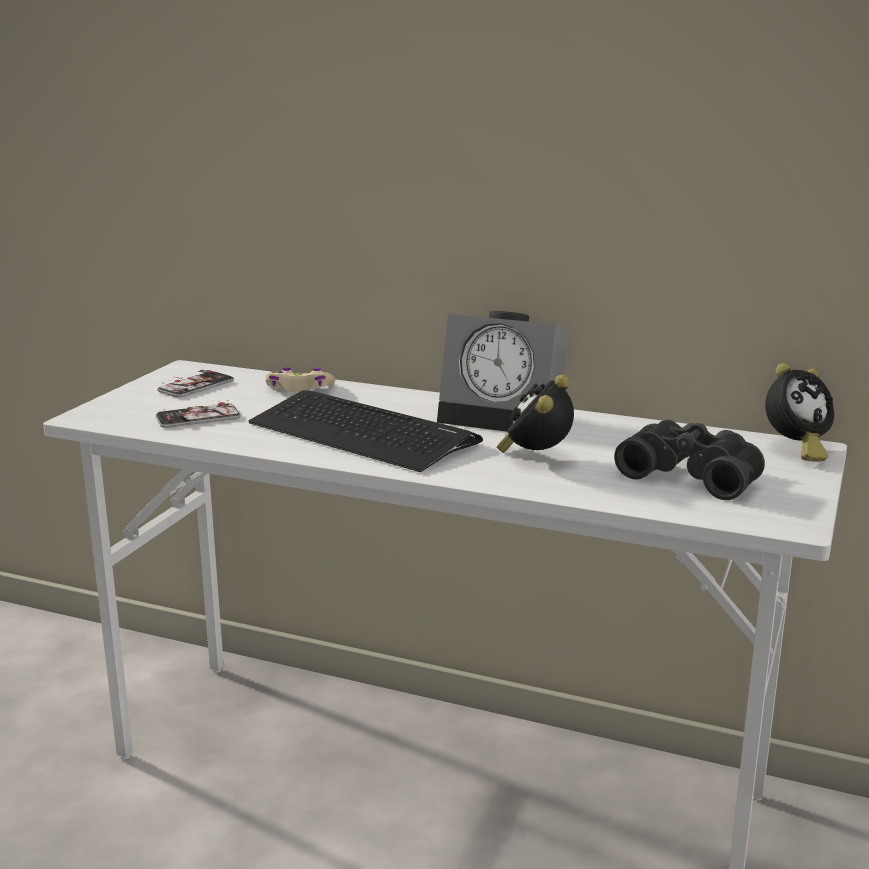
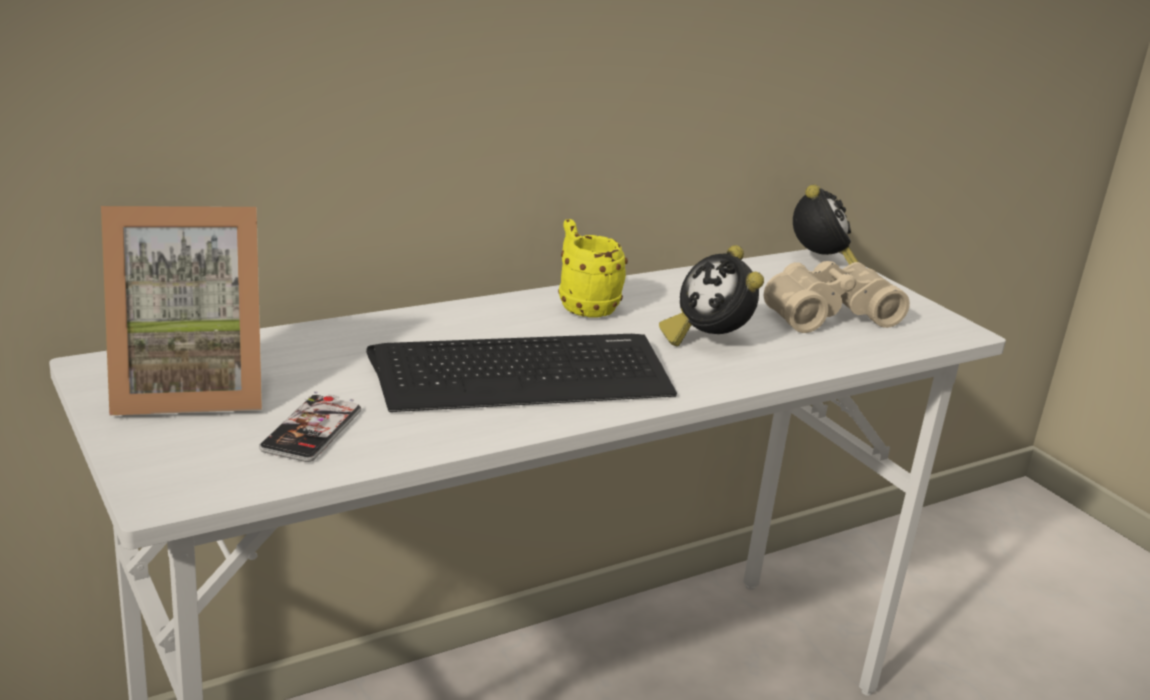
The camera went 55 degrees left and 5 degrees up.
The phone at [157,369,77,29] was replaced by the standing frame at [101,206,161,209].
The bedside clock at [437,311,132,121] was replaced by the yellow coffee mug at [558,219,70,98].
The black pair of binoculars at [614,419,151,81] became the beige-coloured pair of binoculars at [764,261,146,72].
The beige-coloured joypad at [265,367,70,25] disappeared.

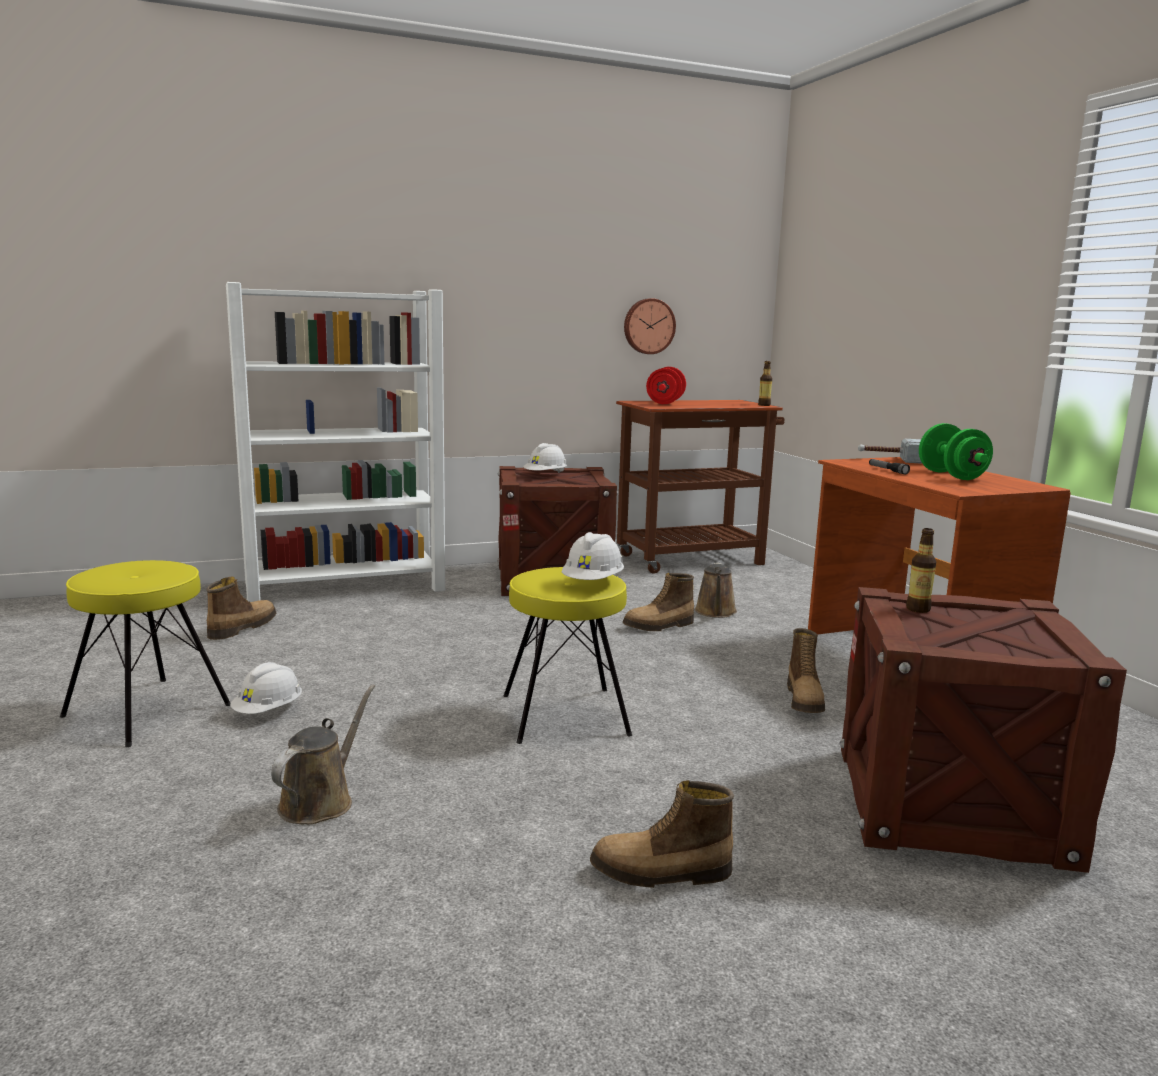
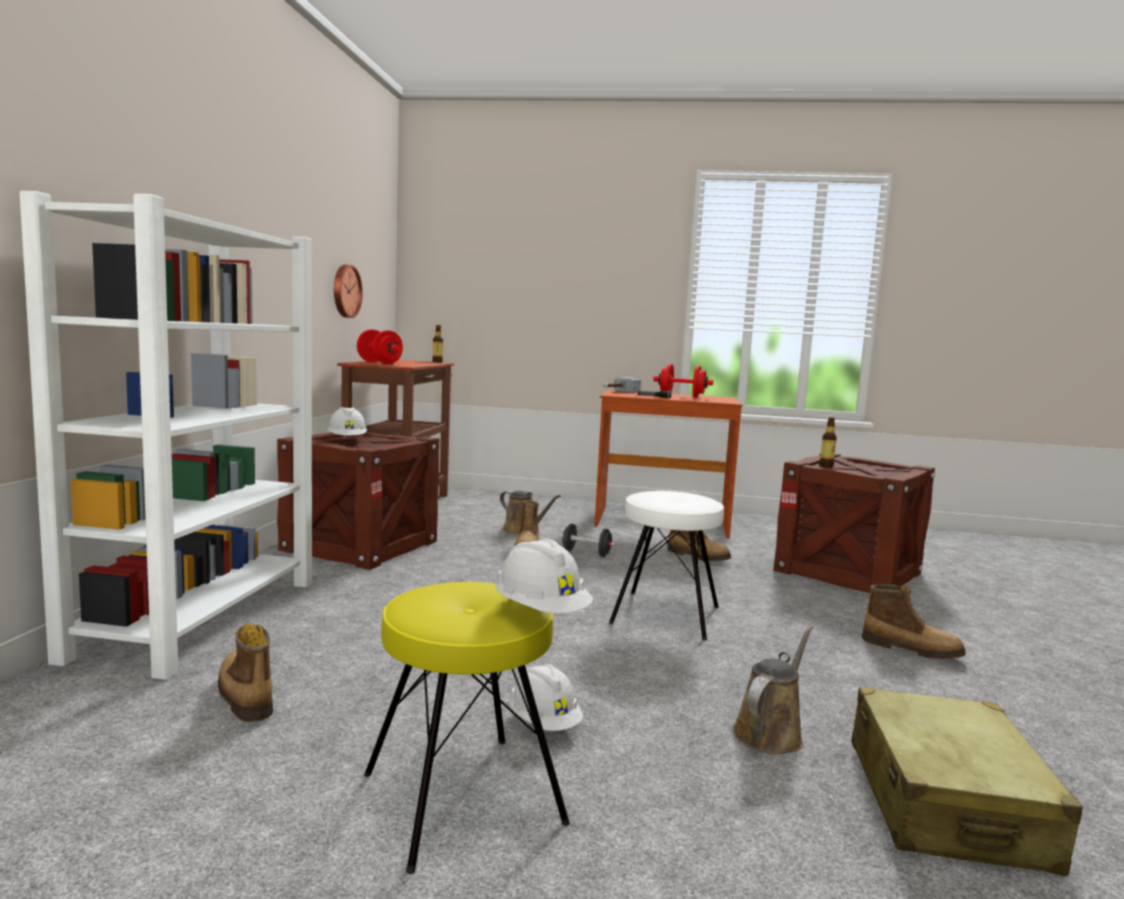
The camera went 60 degrees left and 5 degrees down.
The whitish safety helmet moved from [562,532,62,48] to [496,539,97,75].
The black free weight at [559,524,57,33] appeared.
The yellow sitting stool at [504,567,128,177] became the whitish sitting stool at [609,491,115,150].
The green free weight at [919,423,74,57] became the reddish free weight at [653,364,60,34].
The brownish watering can at [271,684,104,140] turned 75 degrees clockwise.
The beige-coloured travel case at [851,687,232,189] appeared.
The boot at [590,780,144,108] turned 90 degrees counterclockwise.

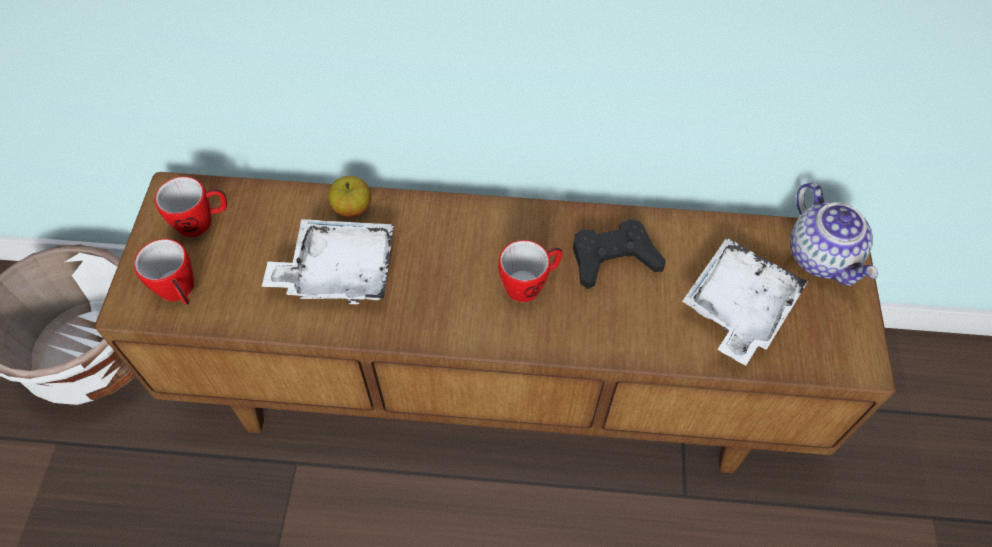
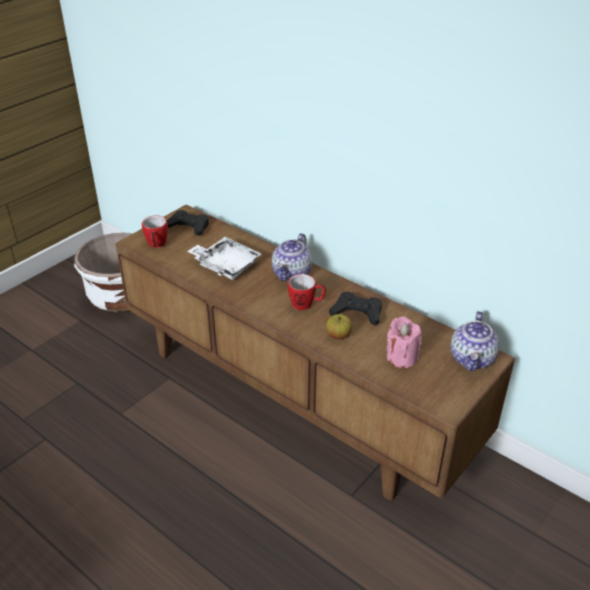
The camera went 35 degrees right and 20 degrees down.
The coffee mug at [155,176,72,61] was replaced by the black joypad at [167,210,42,26].
The teapot at [272,233,41,48] appeared.
The whole apple moved from [328,176,43,41] to [326,314,26,25].
The whitish tray at [682,238,128,128] was replaced by the pink wax light at [387,316,35,52].

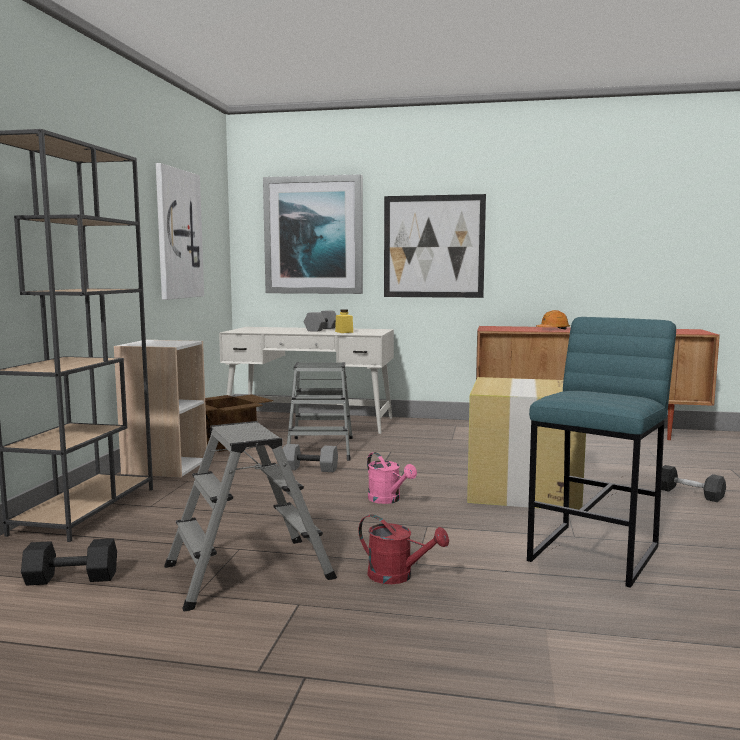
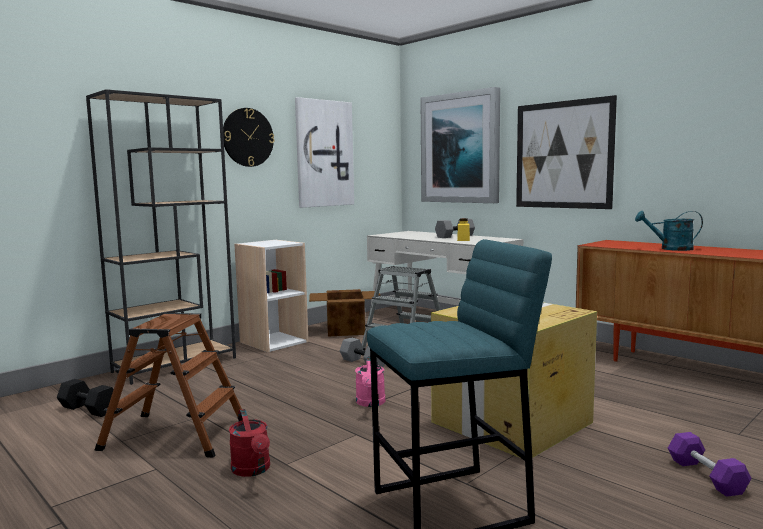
The camera went 35 degrees right and 0 degrees up.
The gray step stool at [164,421,173,190] became the brownish step stool at [95,313,147,145].
The hanging clock at [223,108,51,59] appeared.
The orangey safety helmet at [536,310,34,20] was replaced by the turquoise-coloured watering can at [635,211,68,40].
The gray free weight at [661,465,65,37] became the purplish free weight at [668,432,84,65].

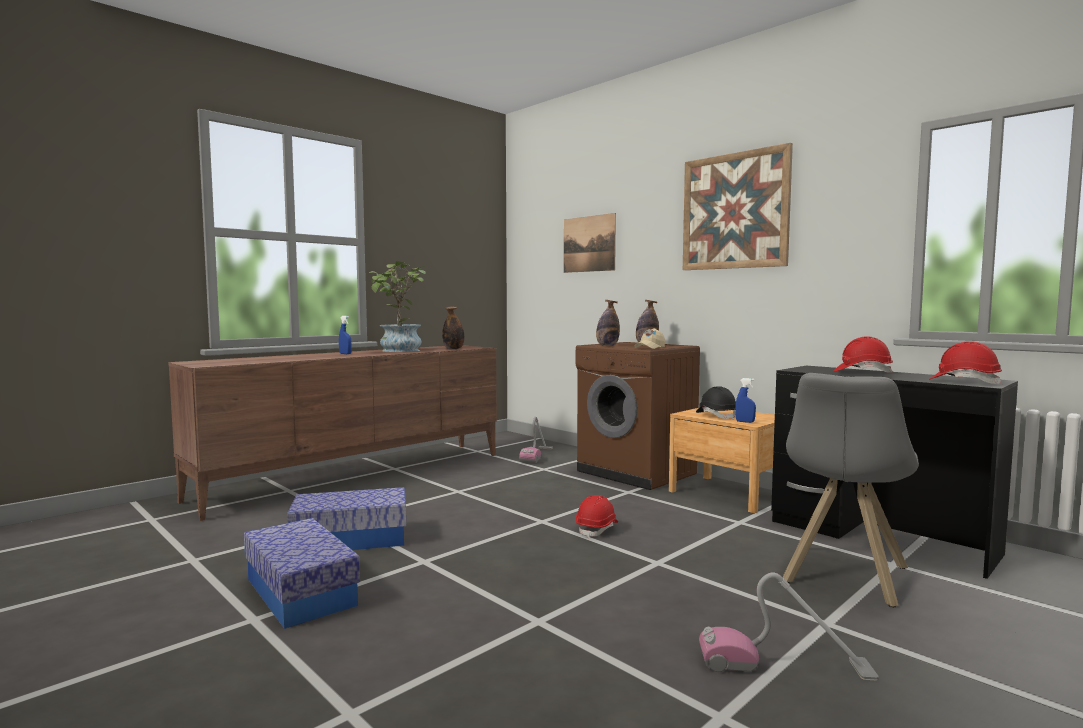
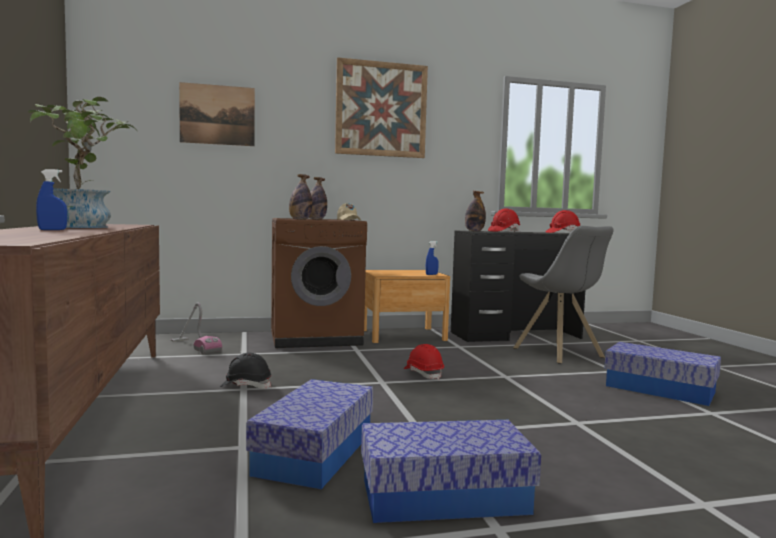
The camera went 60 degrees left and 0 degrees up.
The black safety helmet moved from [696,386,40,34] to [220,353,51,36].
The beverage bottle moved from [442,307,22,43] to [465,190,21,41].
The vacuum at [699,572,180,108] was replaced by the storage box at [604,342,117,64].

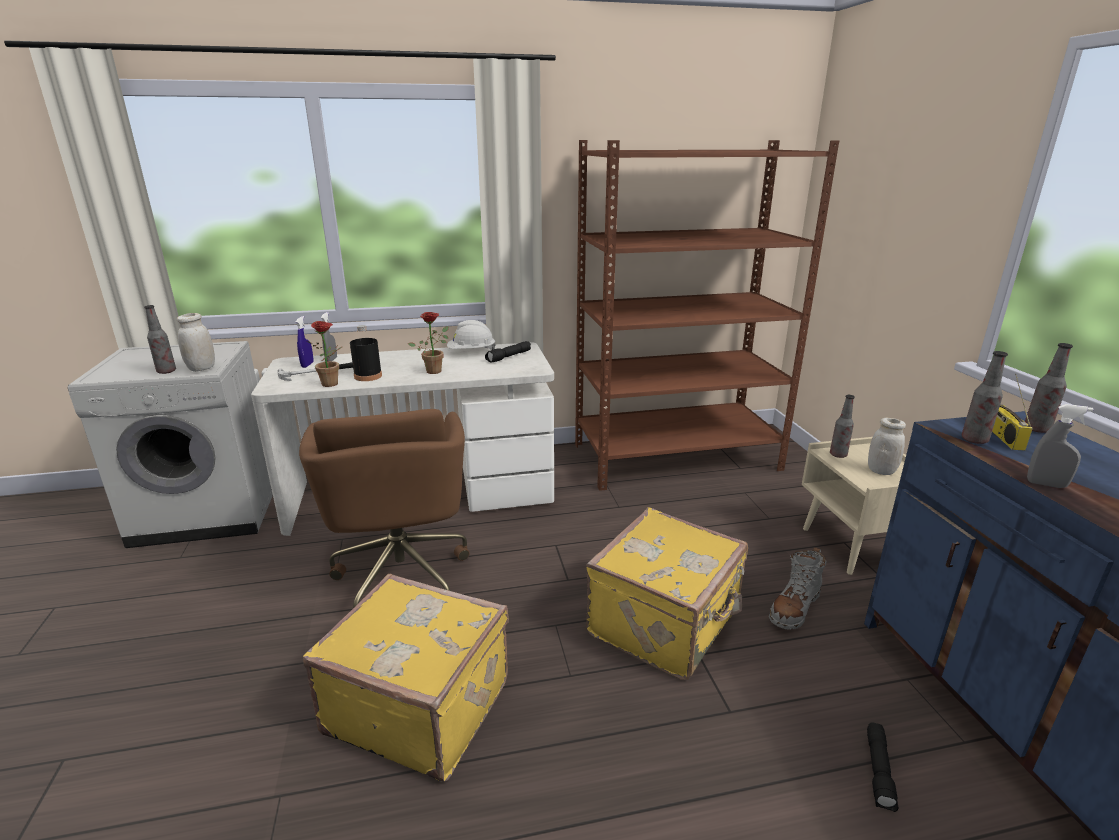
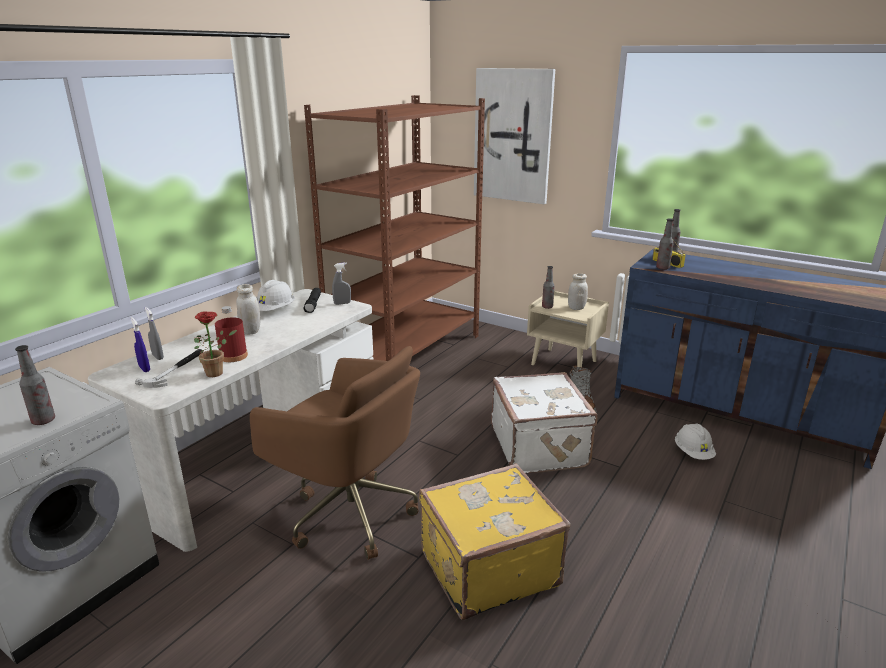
The camera went 45 degrees left and 0 degrees up.
The black beverage bottle at [350,325,32,56] became the reddish beverage bottle at [215,306,33,56].
The whitish storage jar moved from [177,313,38,59] to [236,284,25,50].
The gray hand sprayer moved from [1027,404,67,84] to [332,263,19,42].
The picture at [474,68,81,136] appeared.
The yellow travel case at [586,507,162,173] became the whitish travel case at [491,372,107,102].
The black flashlight at [867,722,31,90] was replaced by the whitish safety helmet at [675,424,41,36].
The plant in a pot at [408,312,41,62] disappeared.

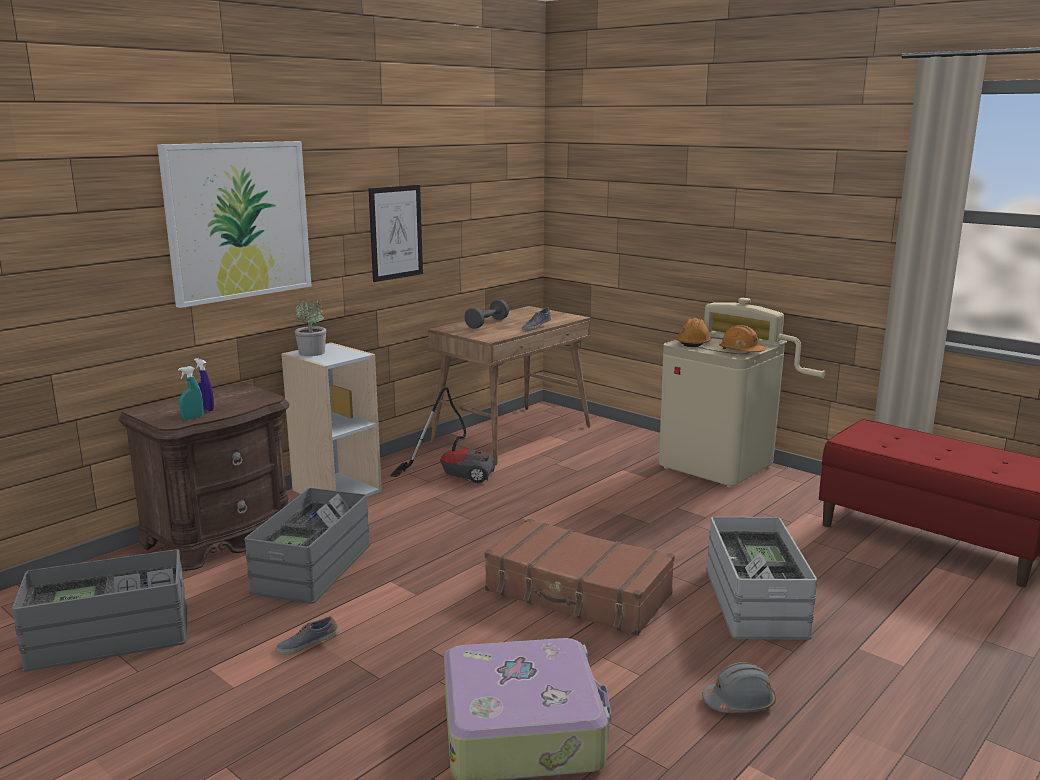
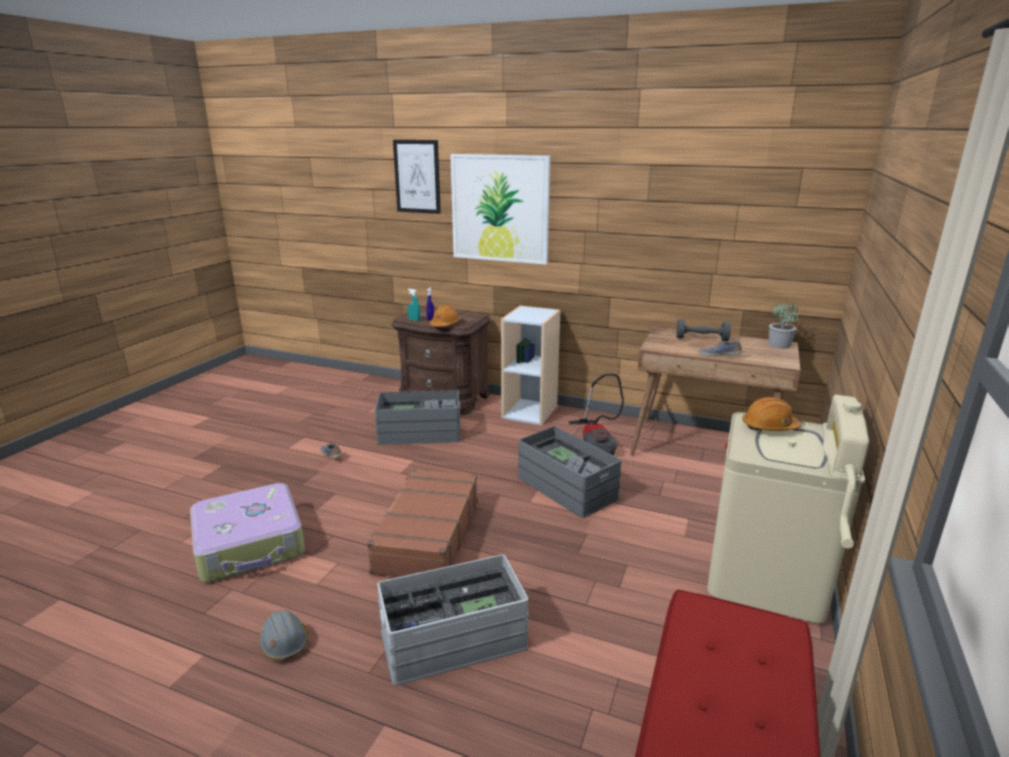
The camera went 70 degrees right and 5 degrees up.
The picture moved from [368,185,55,97] to [393,140,48,74].
The orangey safety helmet moved from [719,325,47,27] to [429,305,31,22].
The gray storage box moved from [12,549,175,123] to [518,426,104,92].
The plant in a pot moved from [295,299,31,57] to [769,301,30,48].

